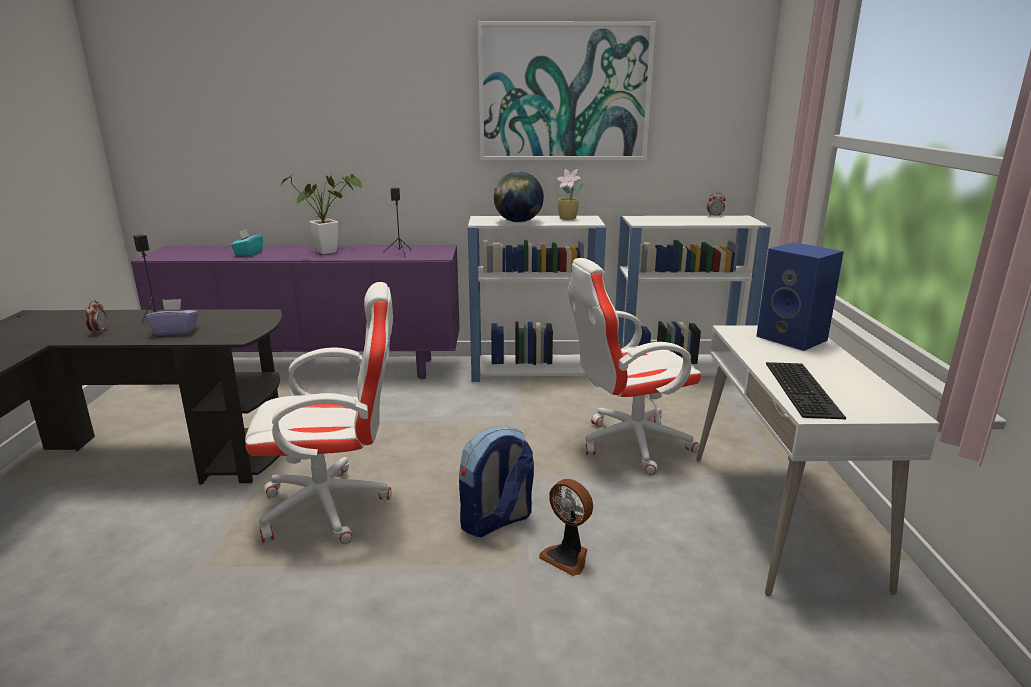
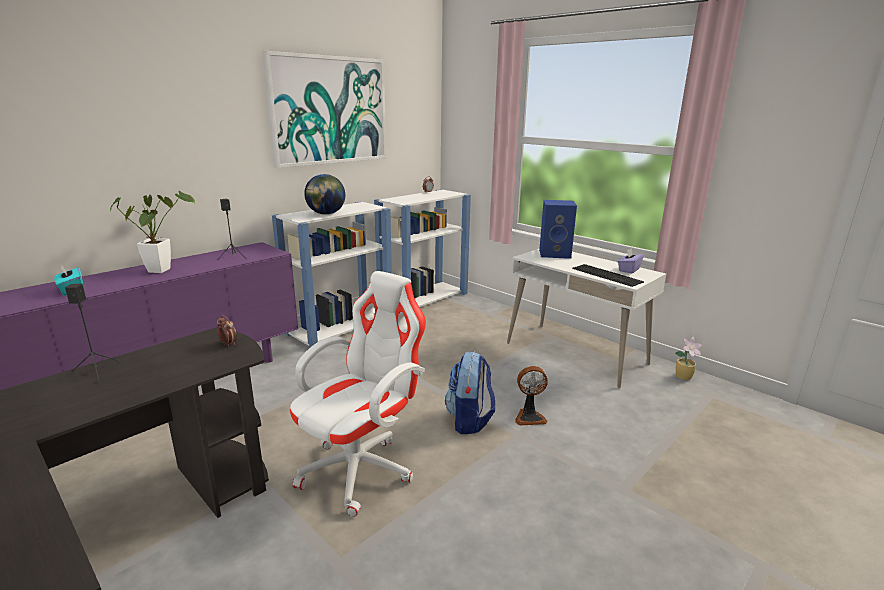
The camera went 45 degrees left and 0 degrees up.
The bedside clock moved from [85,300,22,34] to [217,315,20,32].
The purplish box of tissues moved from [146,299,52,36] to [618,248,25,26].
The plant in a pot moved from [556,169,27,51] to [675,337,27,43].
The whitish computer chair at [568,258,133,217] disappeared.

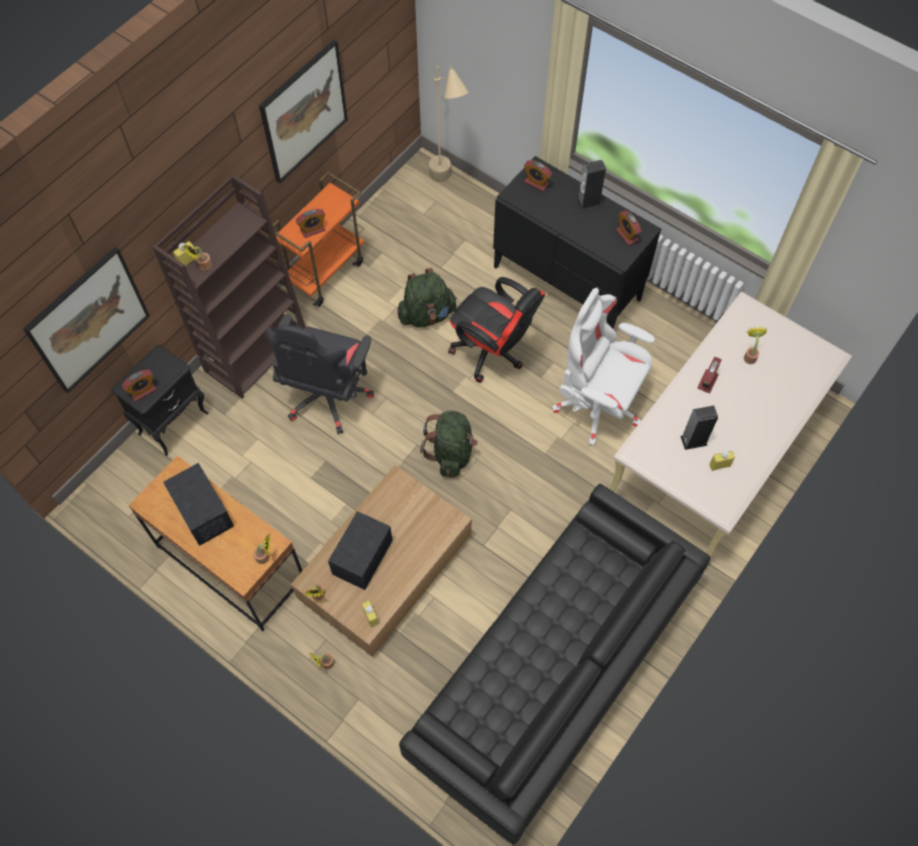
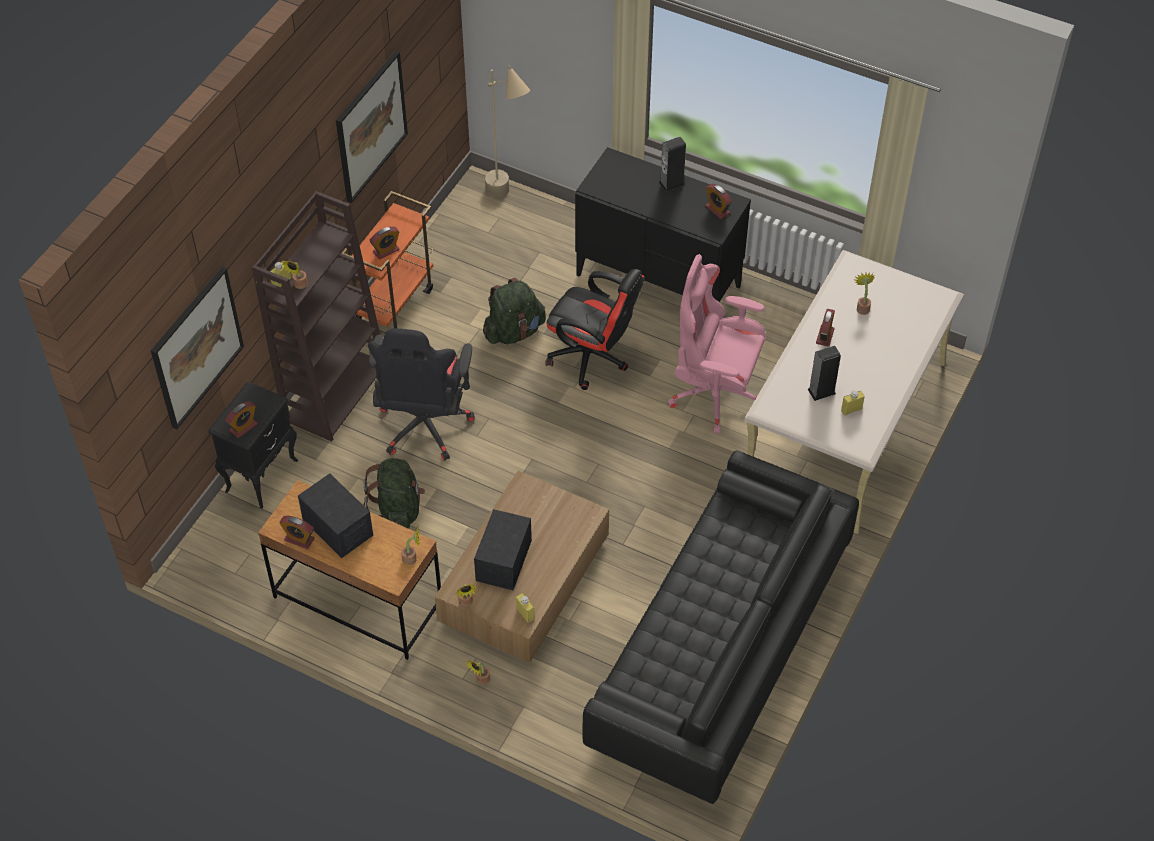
The camera went 10 degrees left and 10 degrees down.
The bedside clock moved from [524,160,28,31] to [279,516,36,33].
The green backpack moved from [420,411,58,66] to [364,458,61,71].
The whitish computer chair at [552,288,103,158] became the pink computer chair at [668,254,98,179].

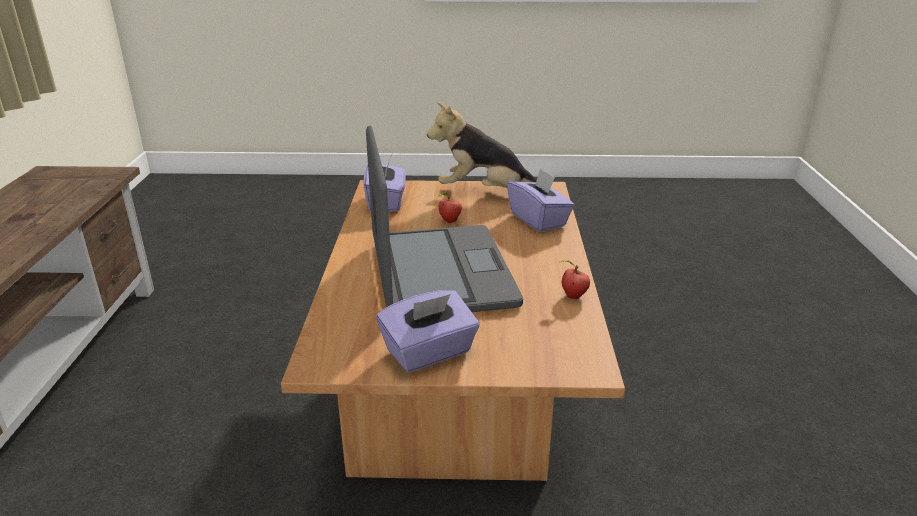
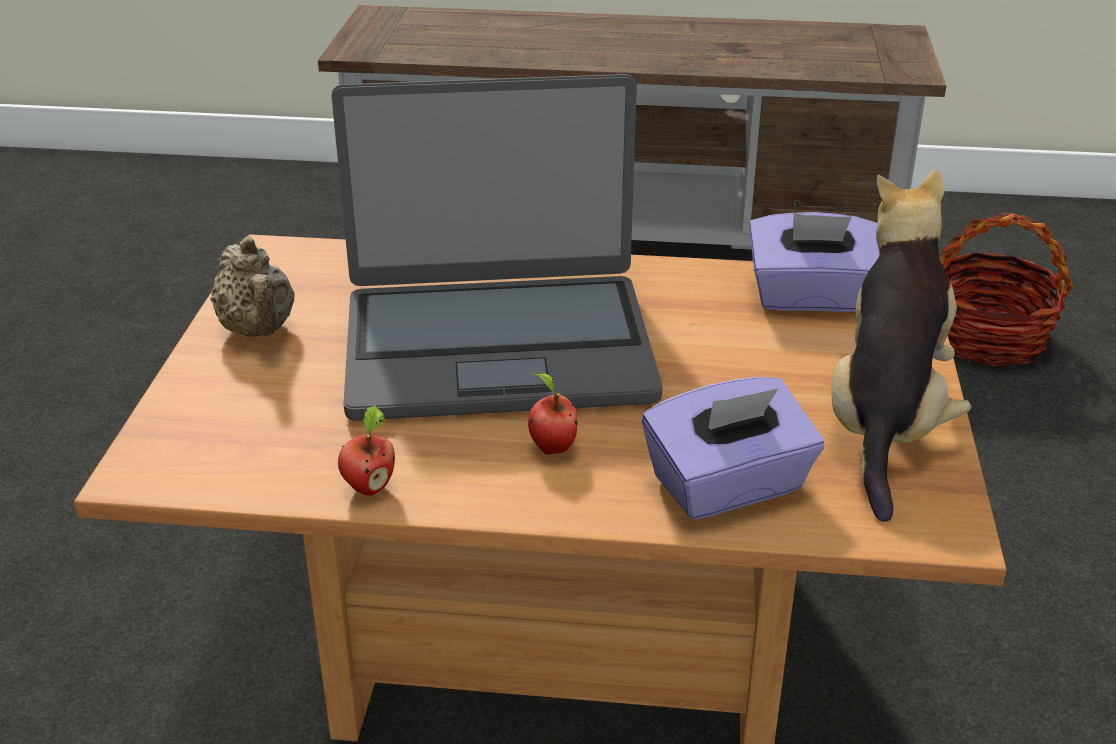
The camera went 95 degrees right and 5 degrees up.
The purplish box of tissues at [377,290,103,82] was replaced by the beige-coloured teapot at [210,236,85,101].
The whole apple moved from [438,193,24,30] to [528,372,50,83].
The storage basket at [940,213,134,153] appeared.

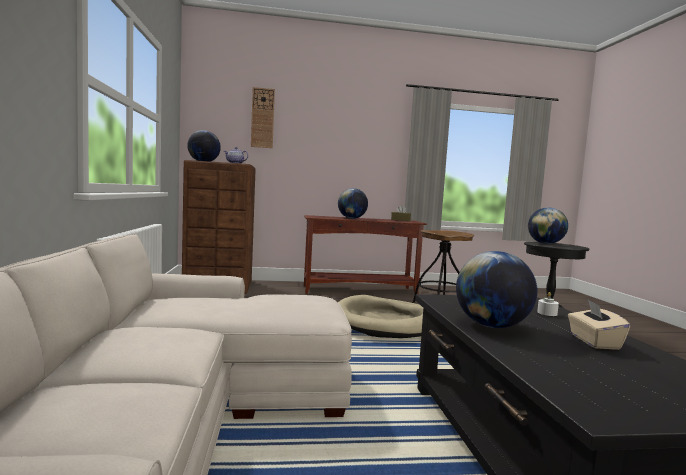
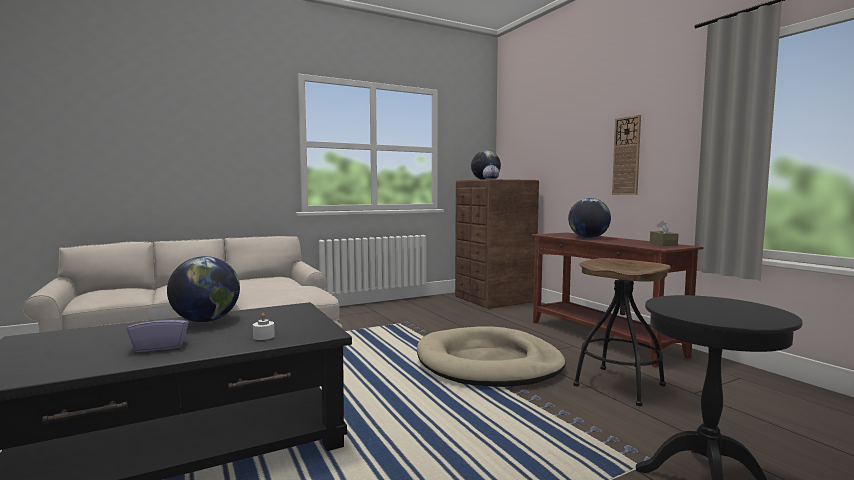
The camera went 70 degrees right and 0 degrees up.
The beige-coloured box of tissues at [568,300,62,50] became the purplish box of tissues at [127,307,62,45].
The hanging clock moved from [251,87,24,61] to [612,115,29,80].
The desk globe at [528,207,40,37] disappeared.

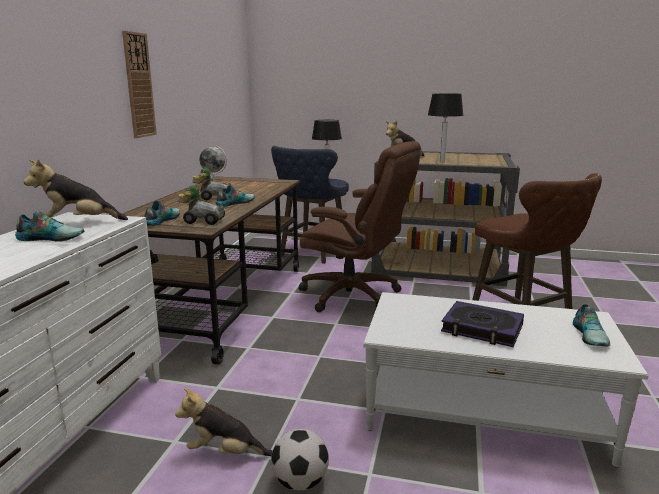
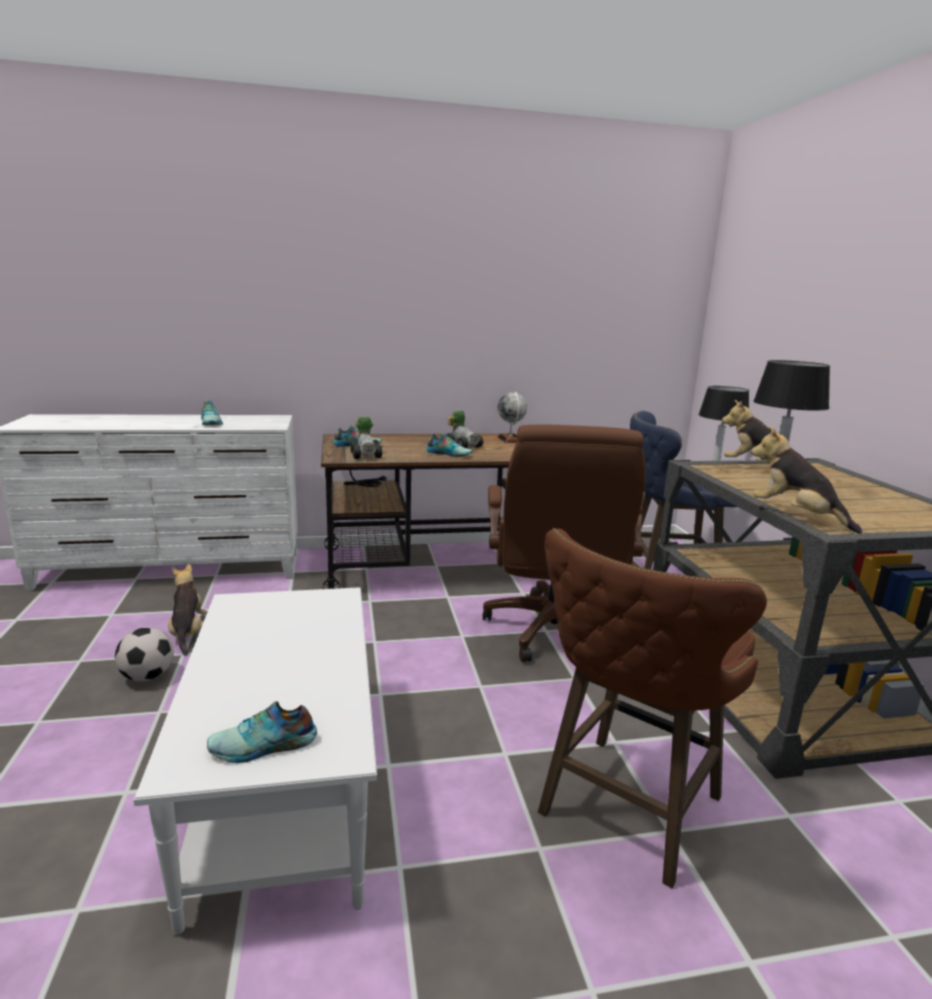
The camera went 65 degrees right and 0 degrees up.
The plush toy moved from [24,159,104,61] to [751,426,111,108].
The hanging clock at [122,30,35,108] disappeared.
The bound book at [441,301,83,46] disappeared.

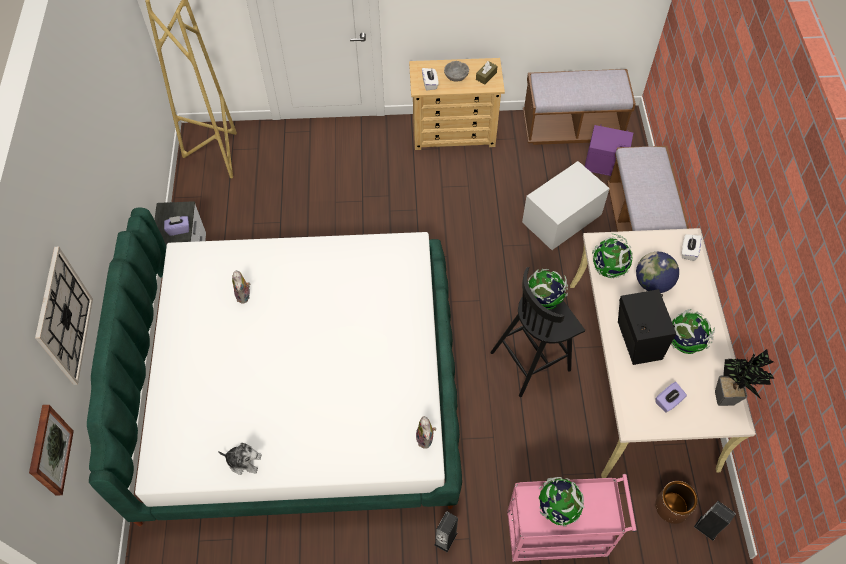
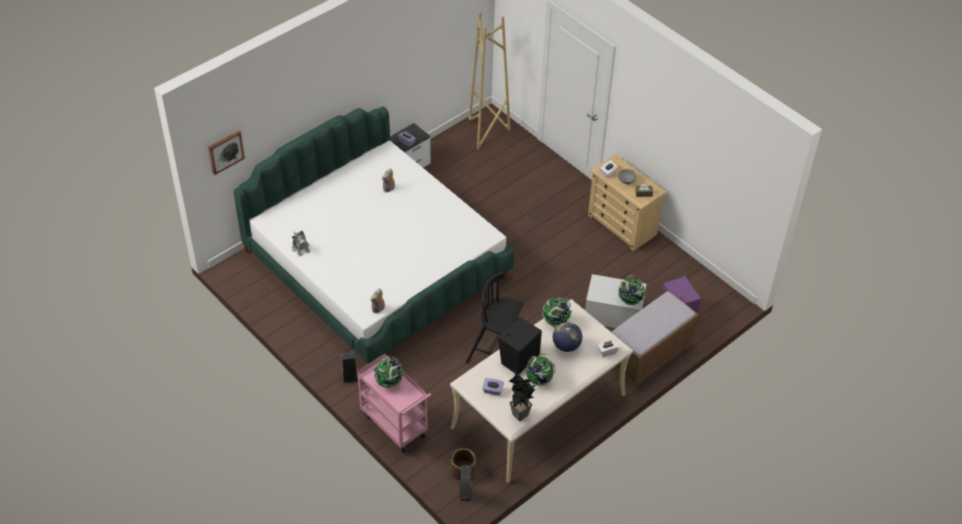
The camera went 50 degrees right and 10 degrees down.
The desk globe moved from [528,269,40,41] to [618,275,27,30].
The hanging clock at [35,247,58,138] disappeared.
The brownish bench at [523,69,113,76] disappeared.

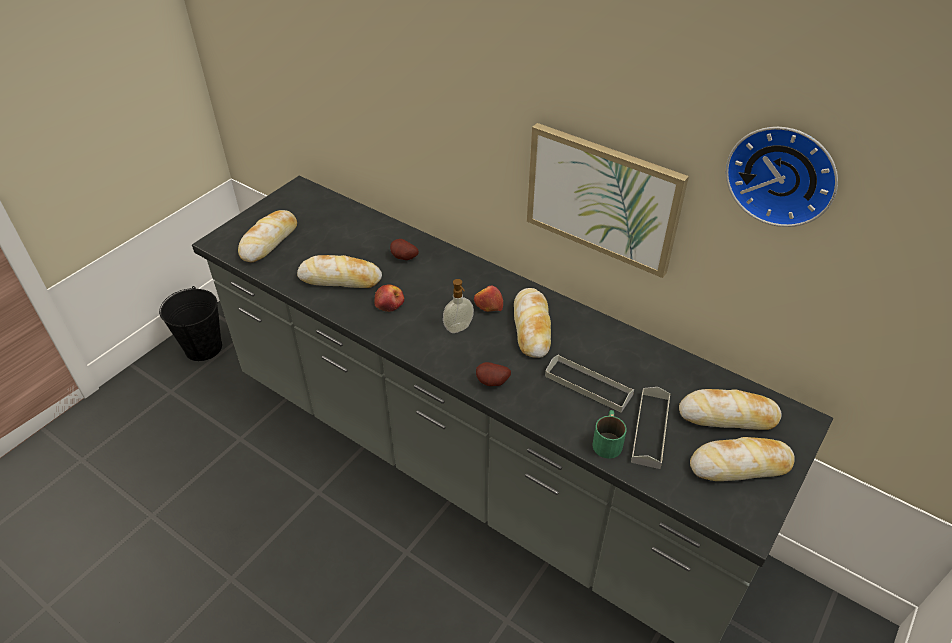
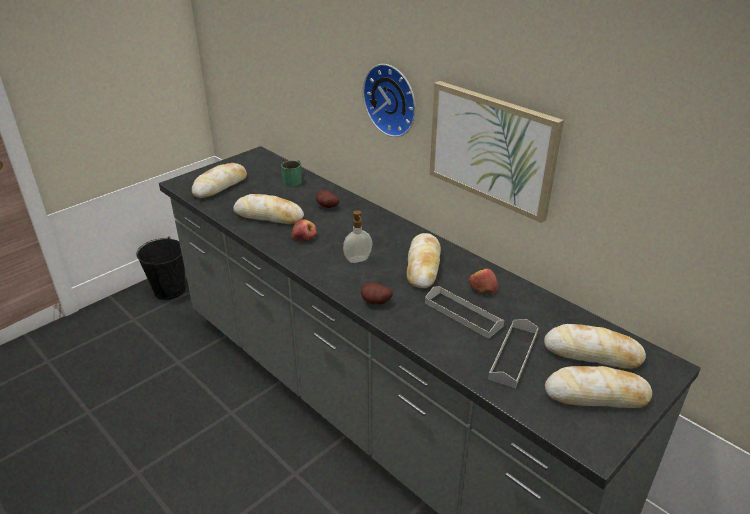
The camera went 10 degrees right and 10 degrees down.
The green coffee mug moved from [592,410,35,49] to [281,159,21,27].
The hanging clock moved from [726,127,112,100] to [363,64,53,73].
The whole apple moved from [474,285,29,27] to [469,269,29,25].

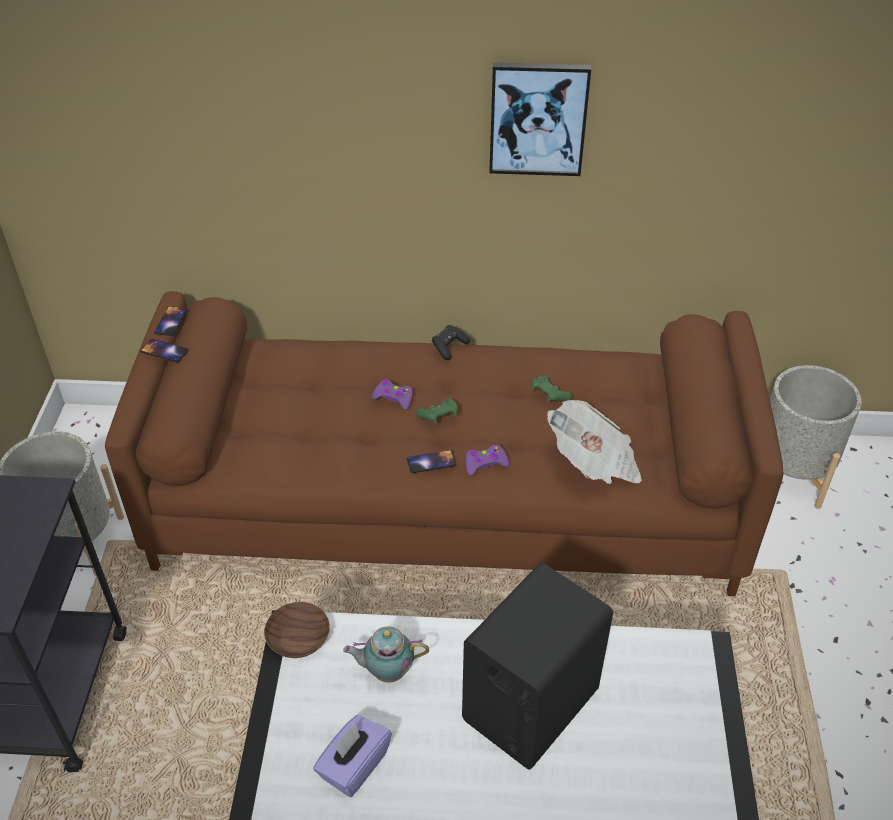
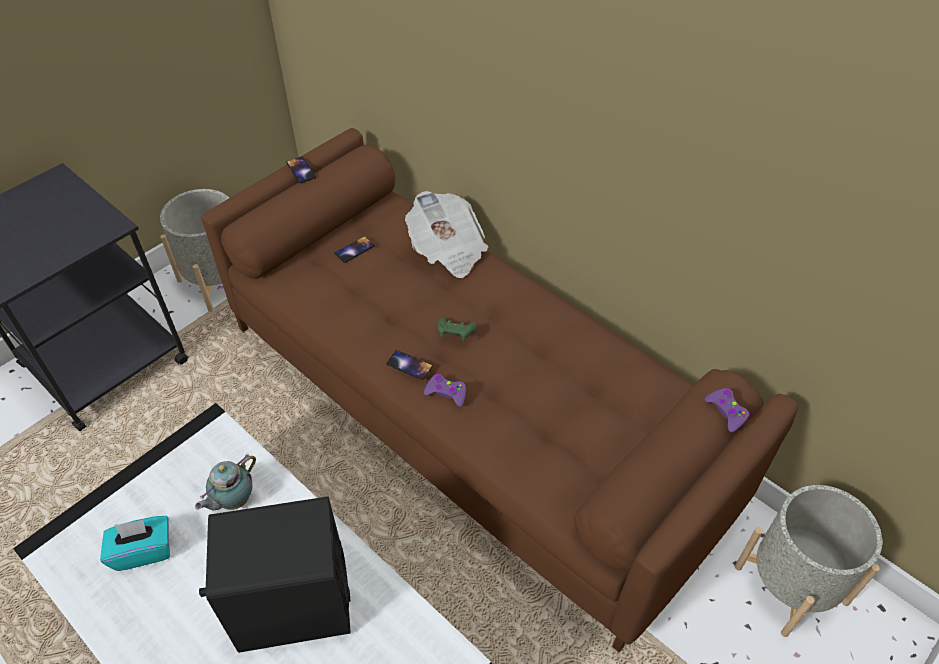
The camera went 40 degrees right and 5 degrees up.
The purplish box of tissues at [313,715,79,82] became the turquoise-coloured box of tissues at [100,516,70,55].
The teapot at [343,626,86,57] turned 90 degrees counterclockwise.
The phone moved from [154,306,33,30] to [334,236,41,27].
The newspaper moved from [547,400,95,84] to [405,191,83,87].
The purplish joypad moved from [372,380,41,30] to [705,388,45,44].
The brownish deep dish at [264,602,66,56] disappeared.
The black joypad at [432,325,38,35] disappeared.
The picture at [489,62,102,114] disappeared.
The green joypad at [532,376,40,26] disappeared.

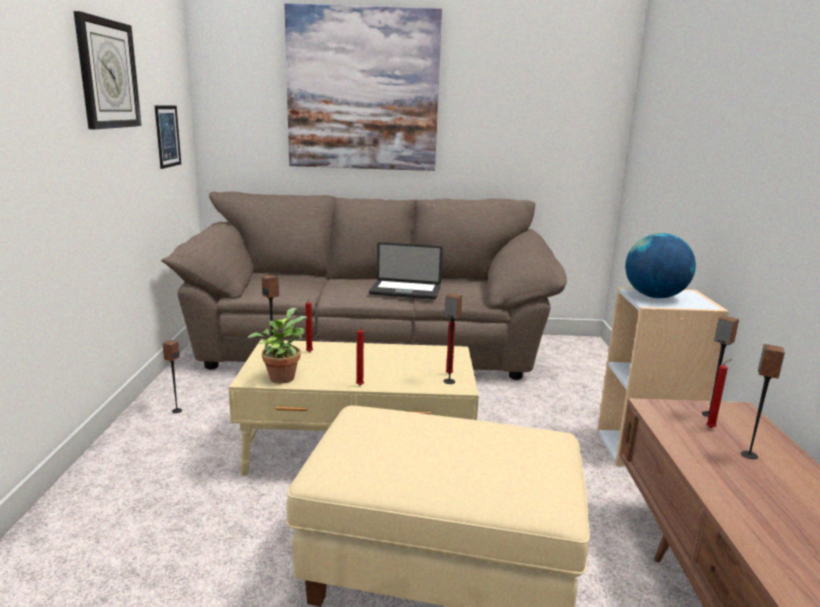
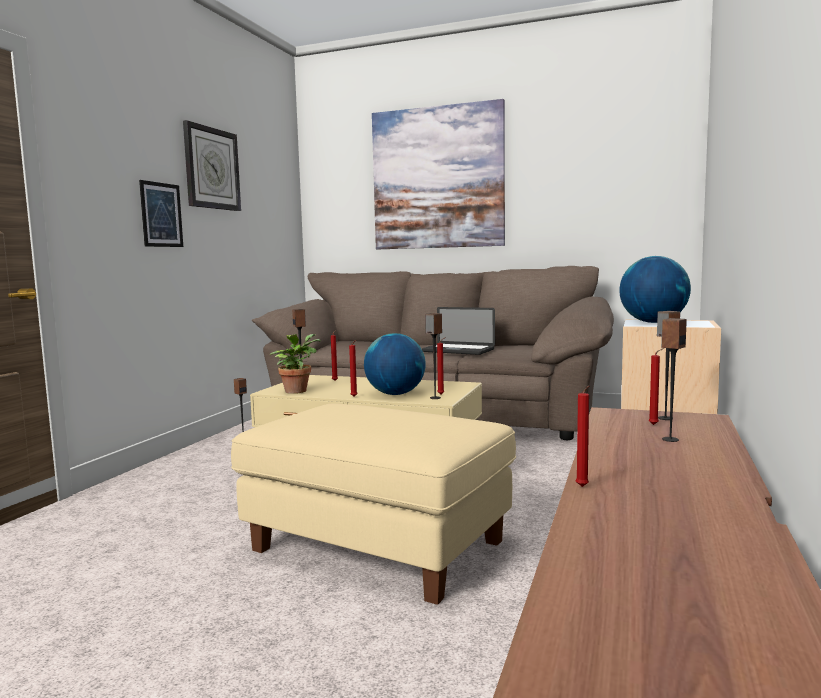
The camera went 20 degrees right and 10 degrees down.
The picture moved from [155,106,26,63] to [139,180,44,67].
The desk globe at [364,333,62,62] appeared.
The reddish wax light at [575,386,14,101] appeared.

